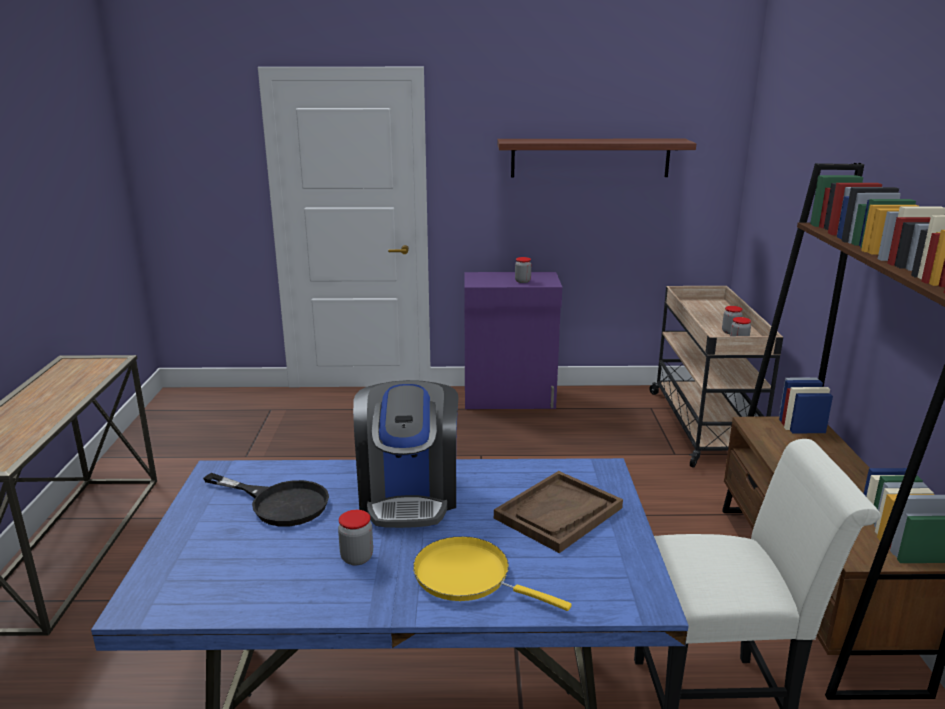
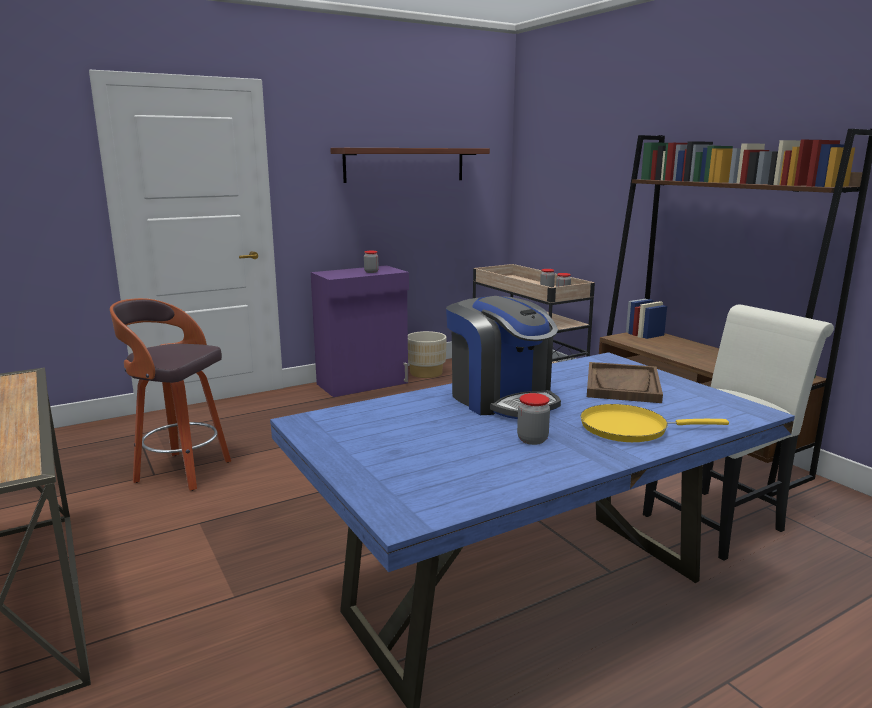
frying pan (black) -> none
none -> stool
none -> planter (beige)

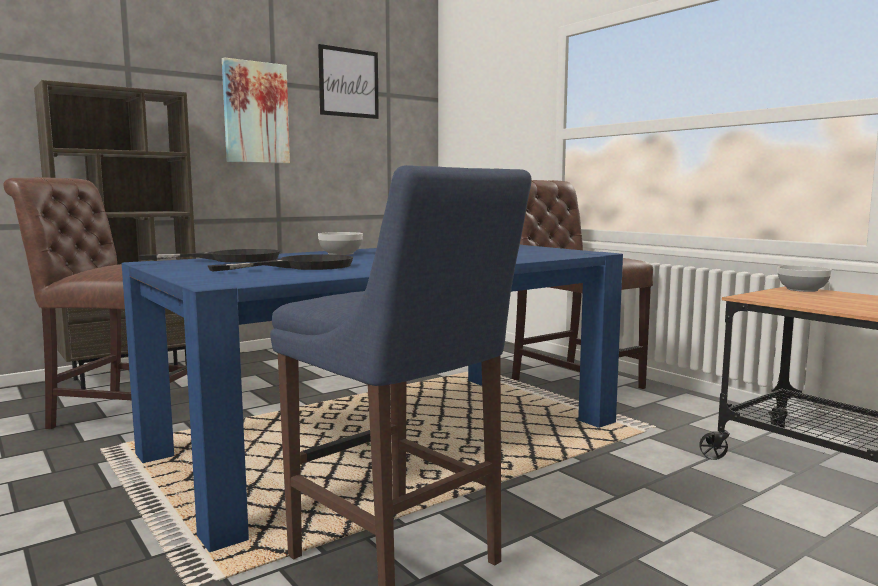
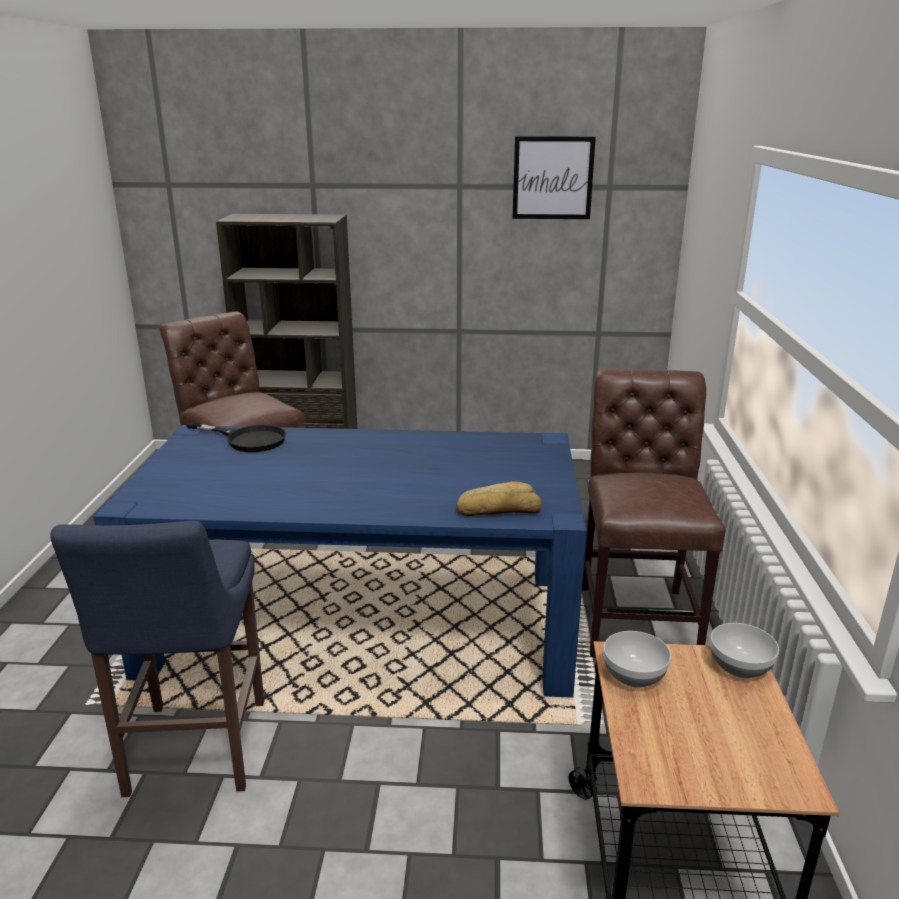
picture (1st from left) -> none
bowl (1st from left), moved
frying pan (black) (2nd from left) -> none
none -> bread

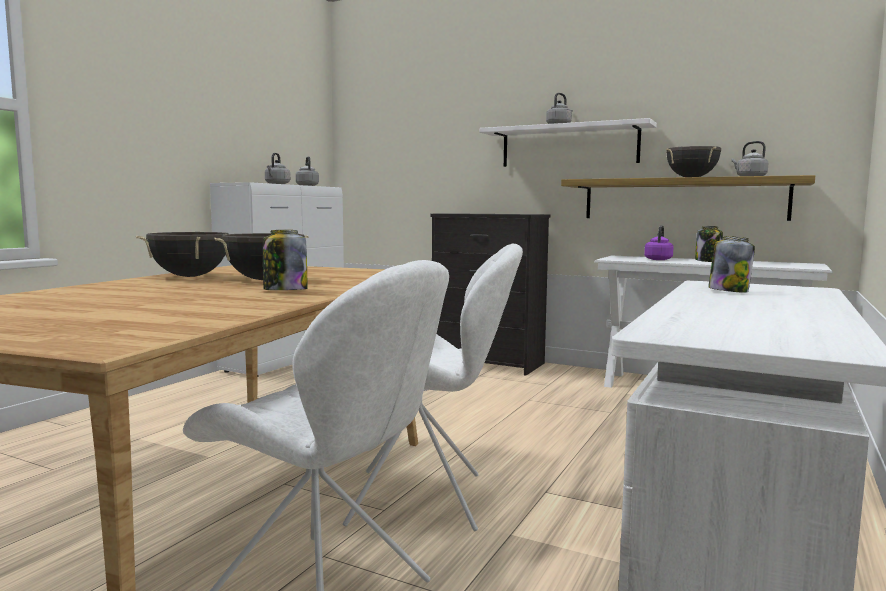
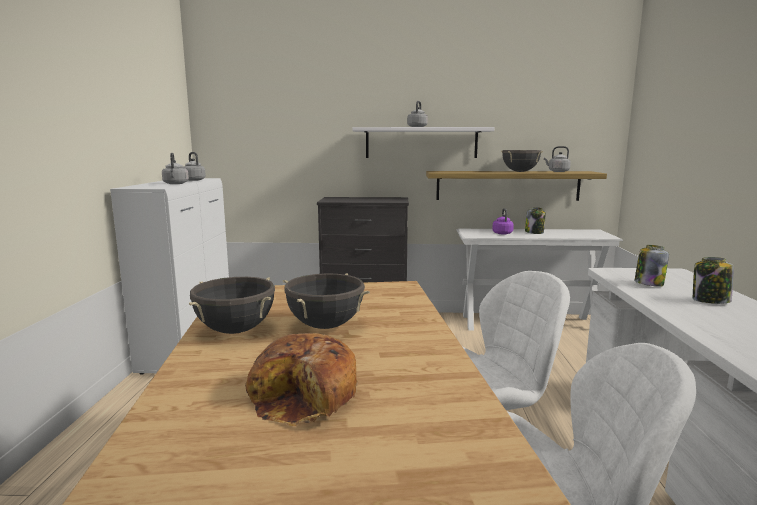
jar (1st from left in the first image) -> jar (3rd from left), moved
none -> bread

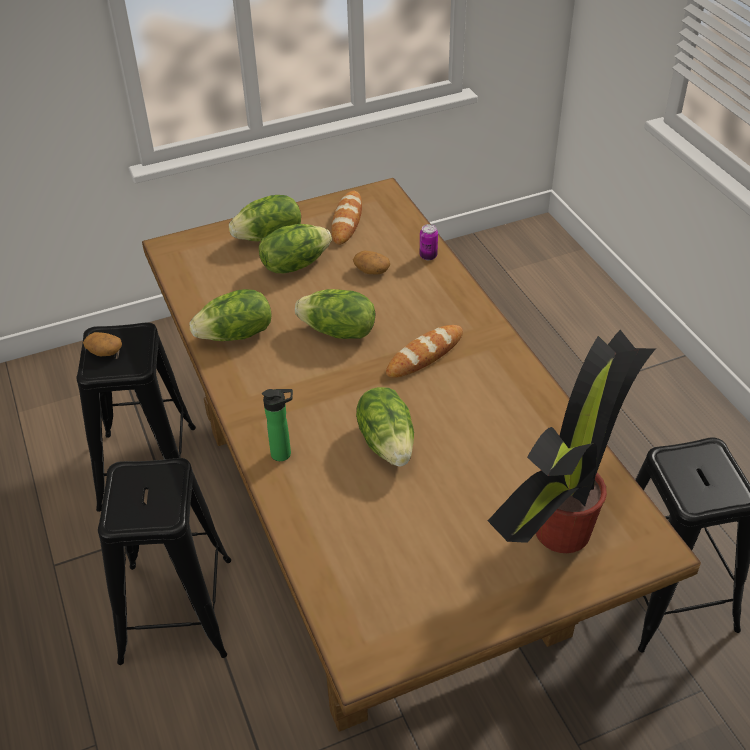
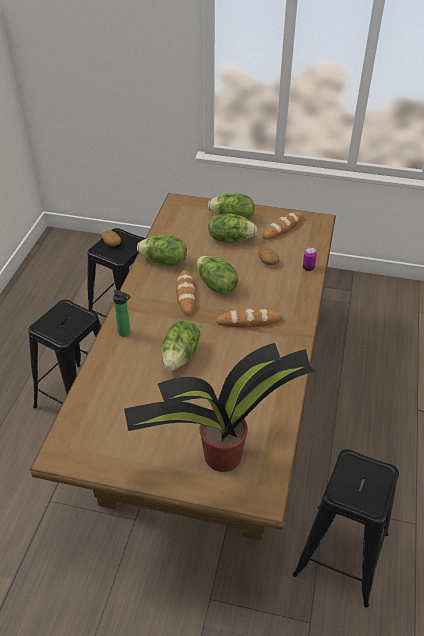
none -> bread (1st from left)

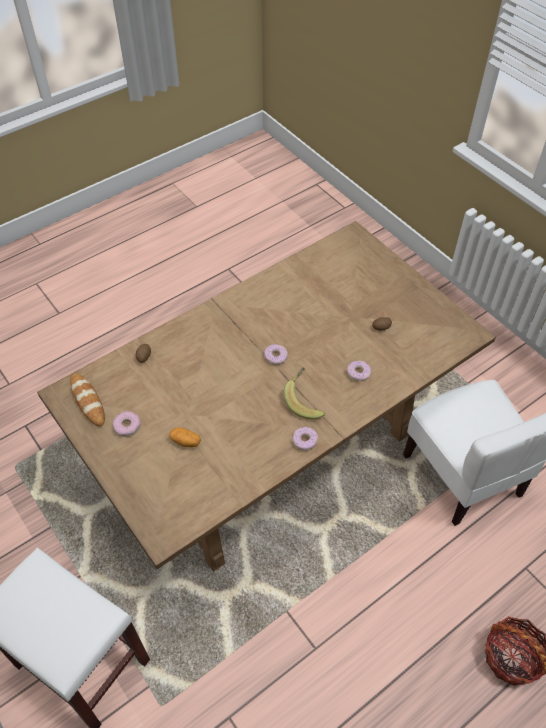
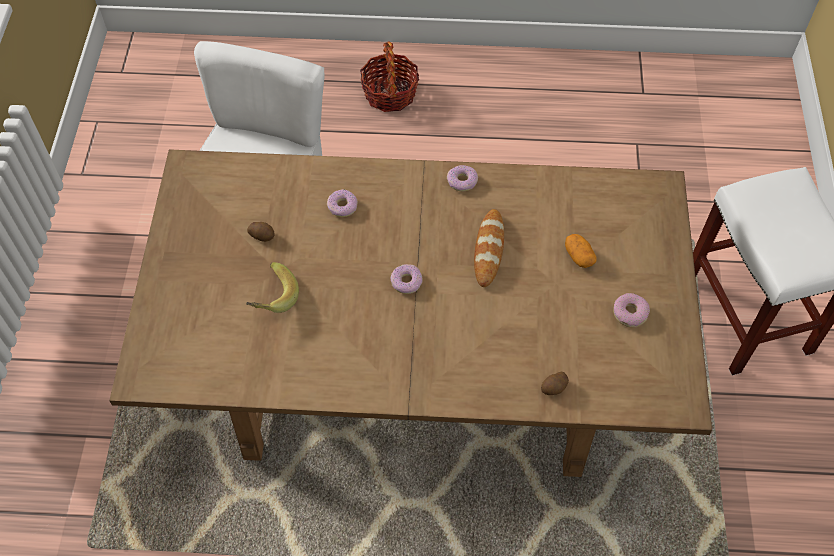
banana, moved
bread, moved

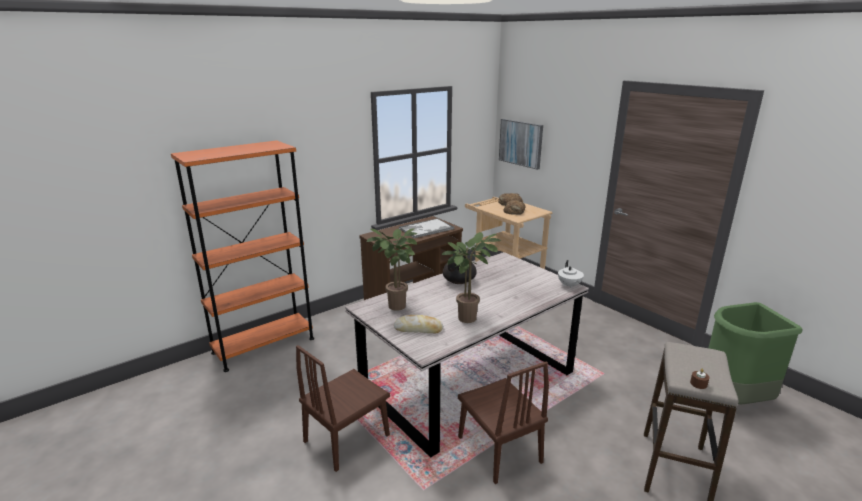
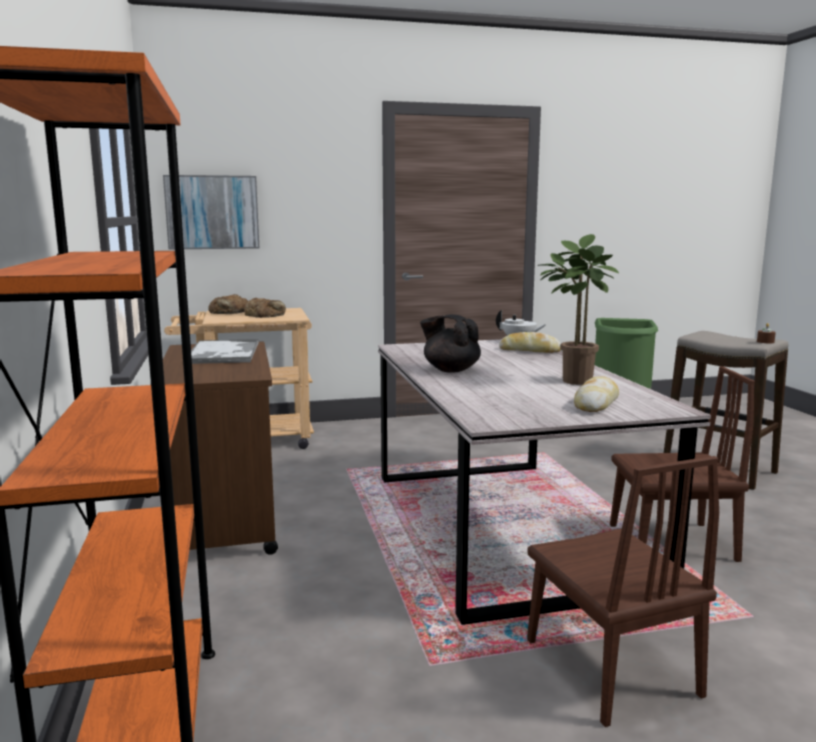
potted plant (1st from left) -> none
none -> bread (3rd from left)

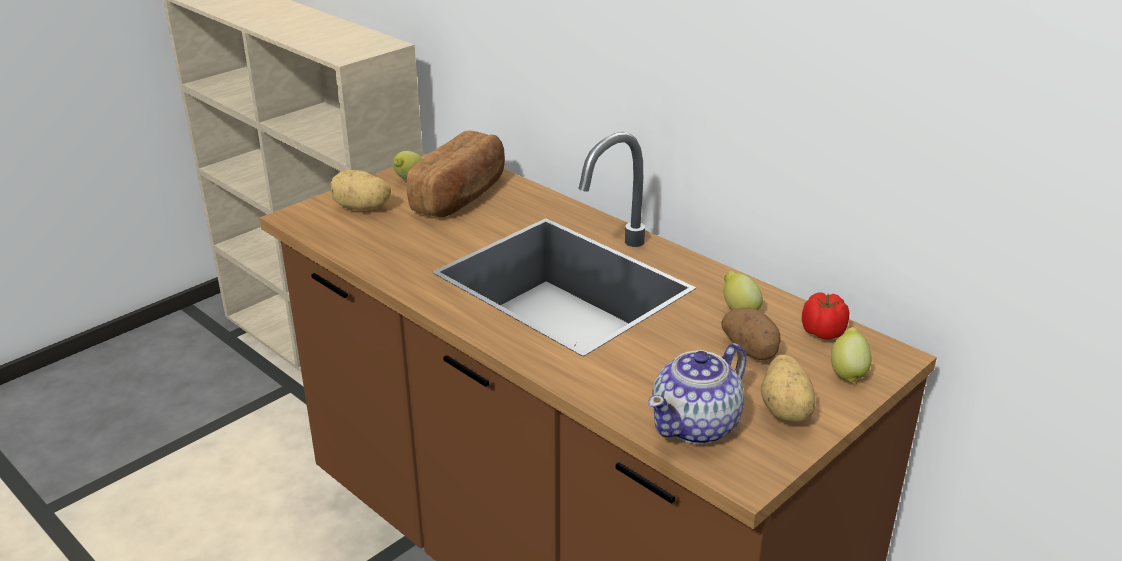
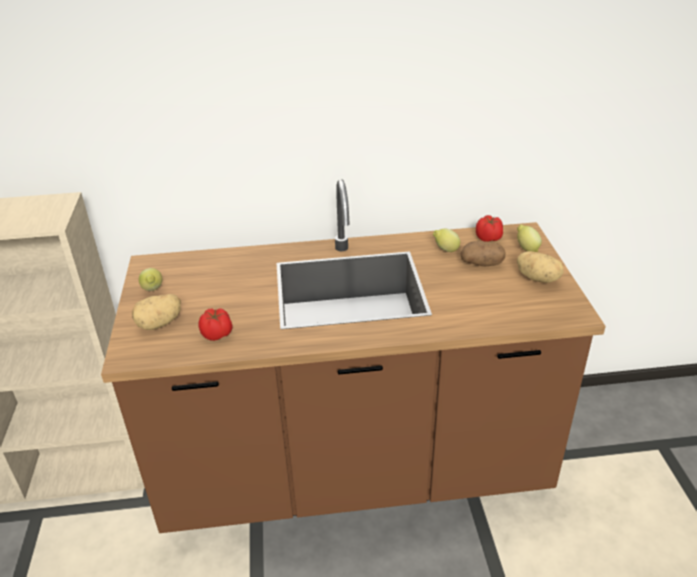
bread -> none
teapot -> none
none -> tomato (1st from left)

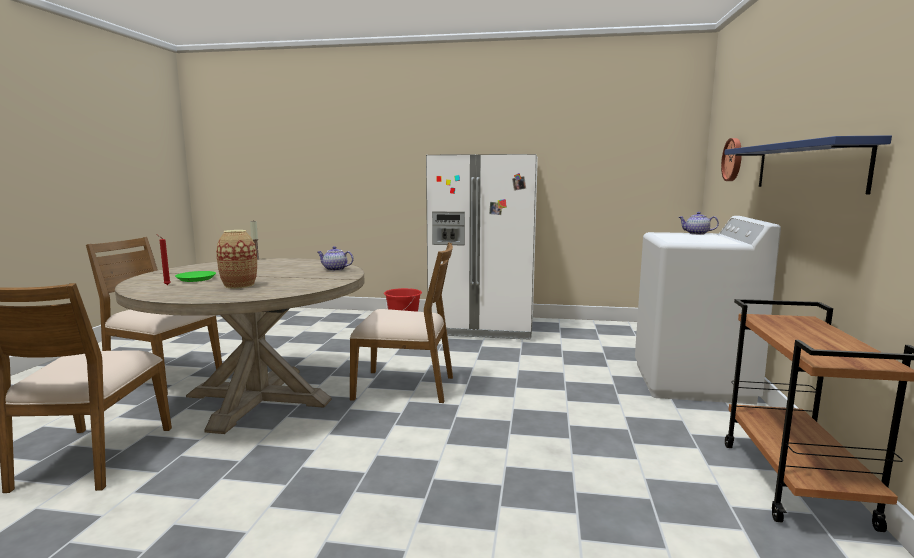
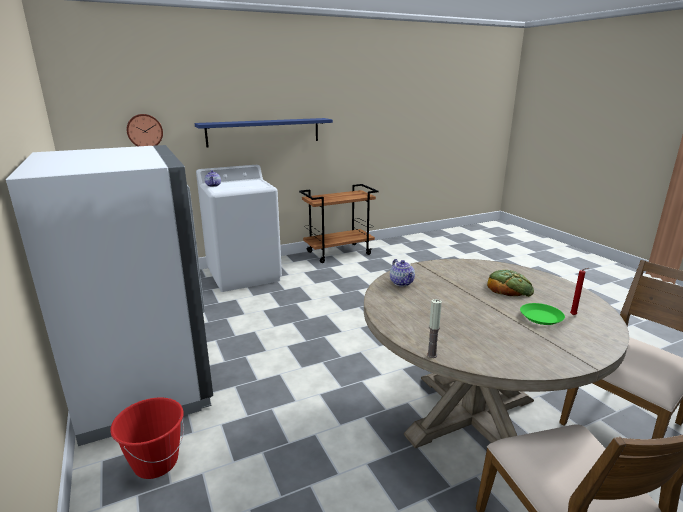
vase -> bread
chair (brown) (3rd from left) -> none

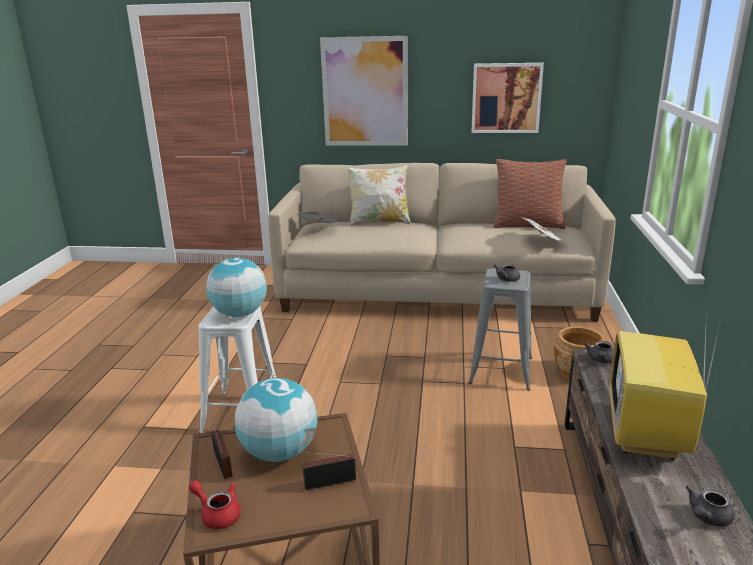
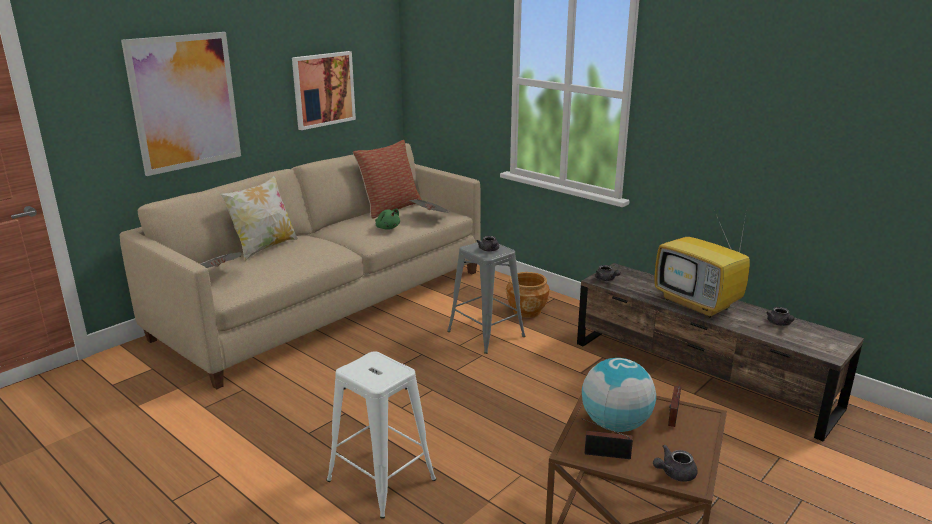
globe (1st from left) -> none
teapot (red) -> teapot (grey) (3rd from left)
none -> plush toy (green)

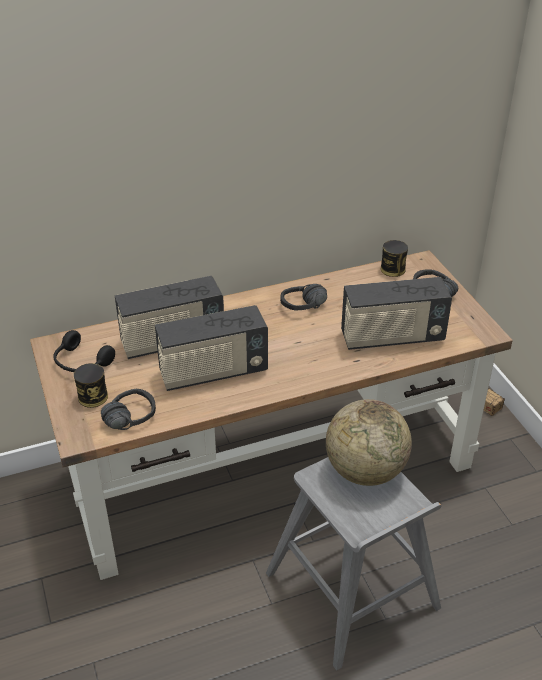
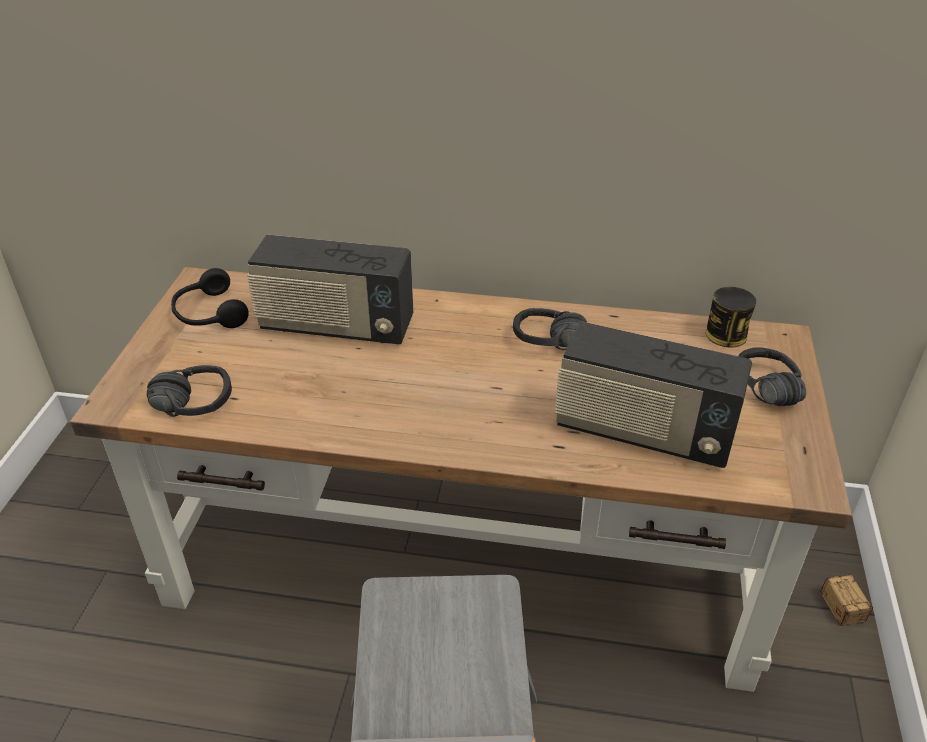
radio (2nd from left) -> none
can (1st from left) -> none
globe -> none

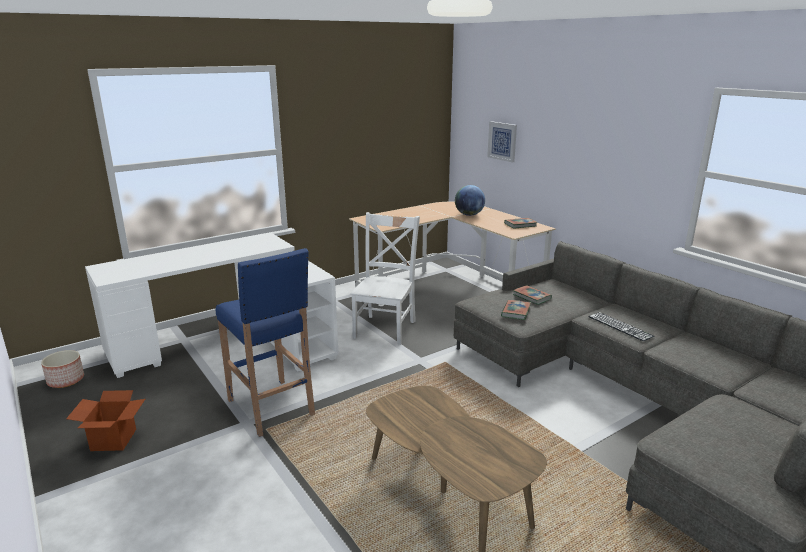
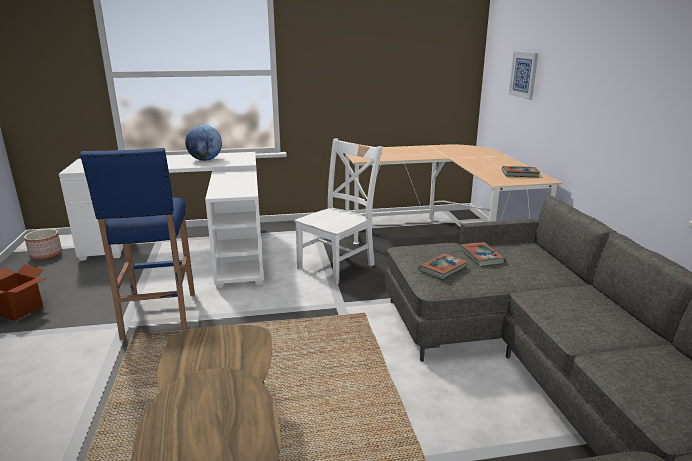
globe, moved
keyboard -> none

